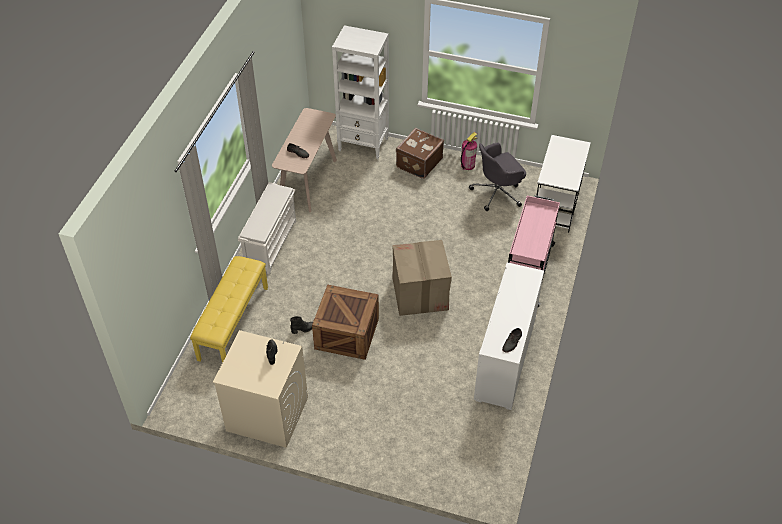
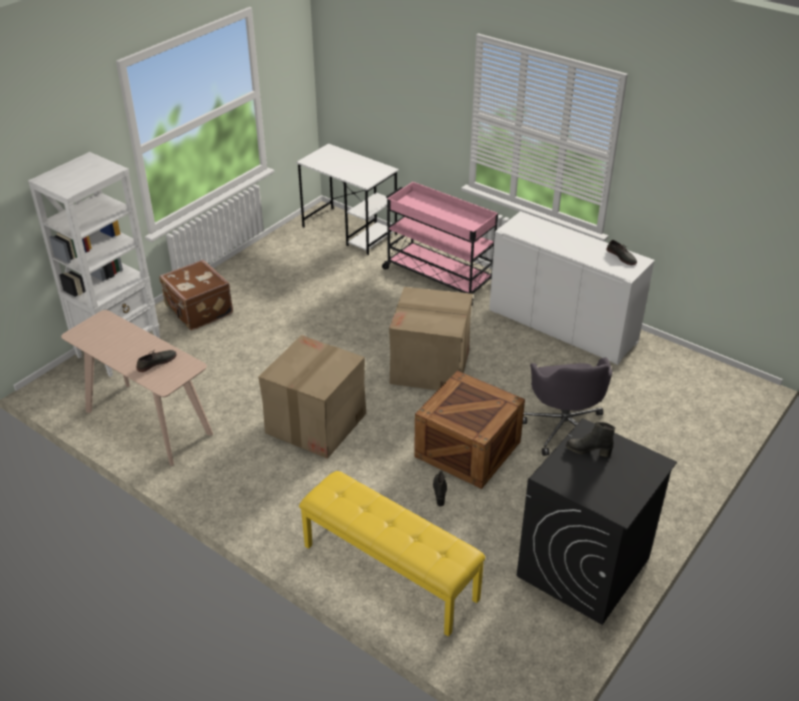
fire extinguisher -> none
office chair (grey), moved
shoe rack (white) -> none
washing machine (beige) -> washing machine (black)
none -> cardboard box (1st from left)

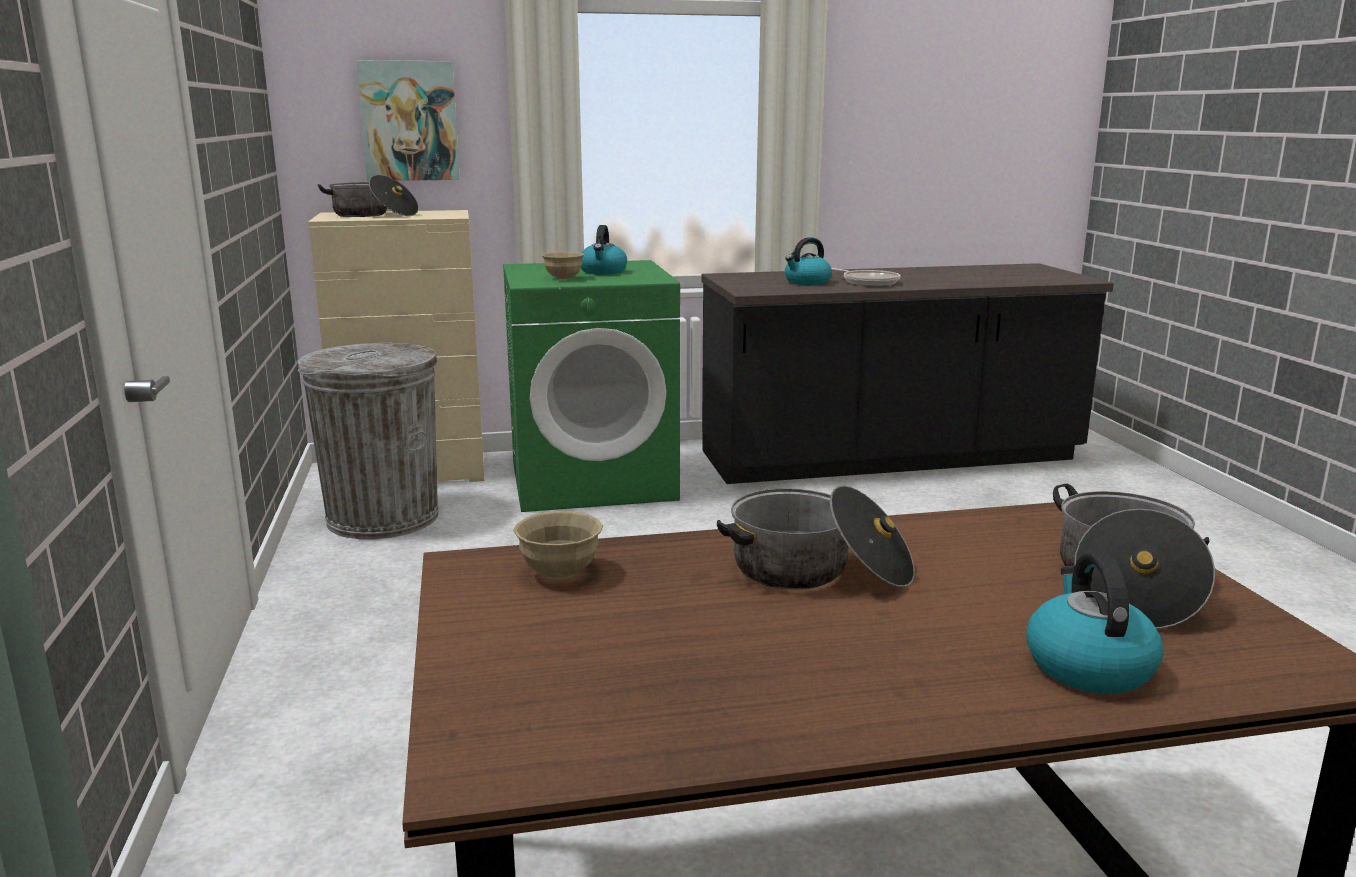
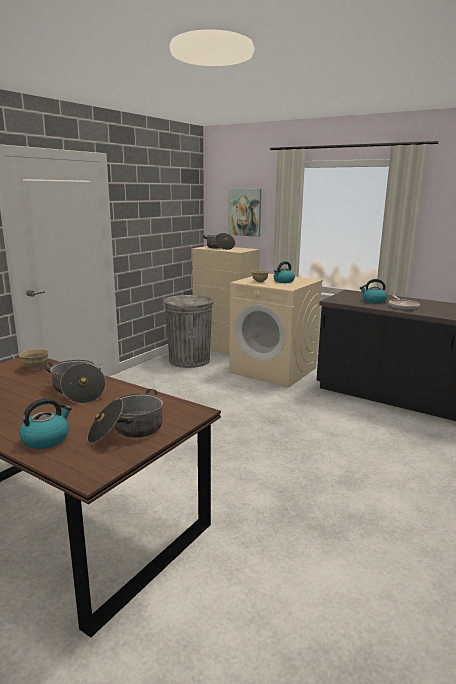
washing machine (green) -> washing machine (beige)

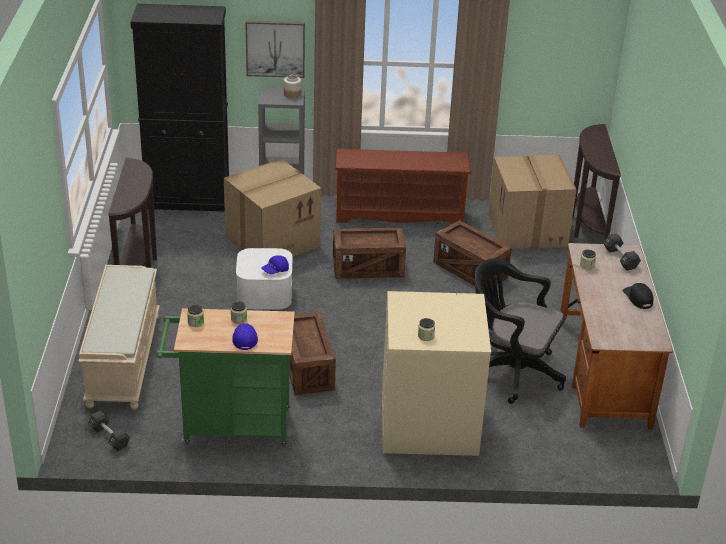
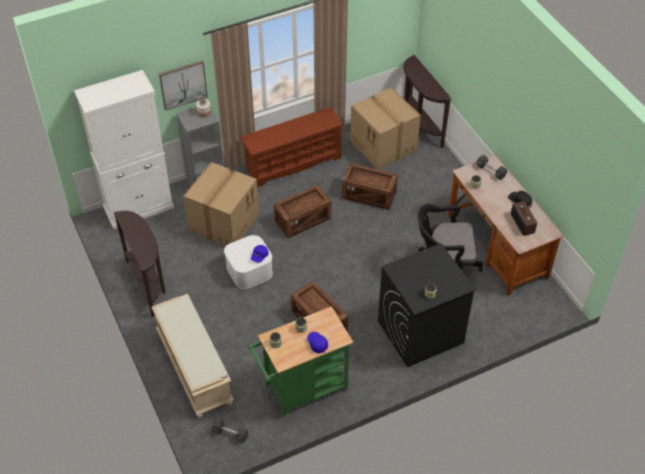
cabinet (black) -> cabinet (white)
washing machine (beige) -> washing machine (black)
none -> radio

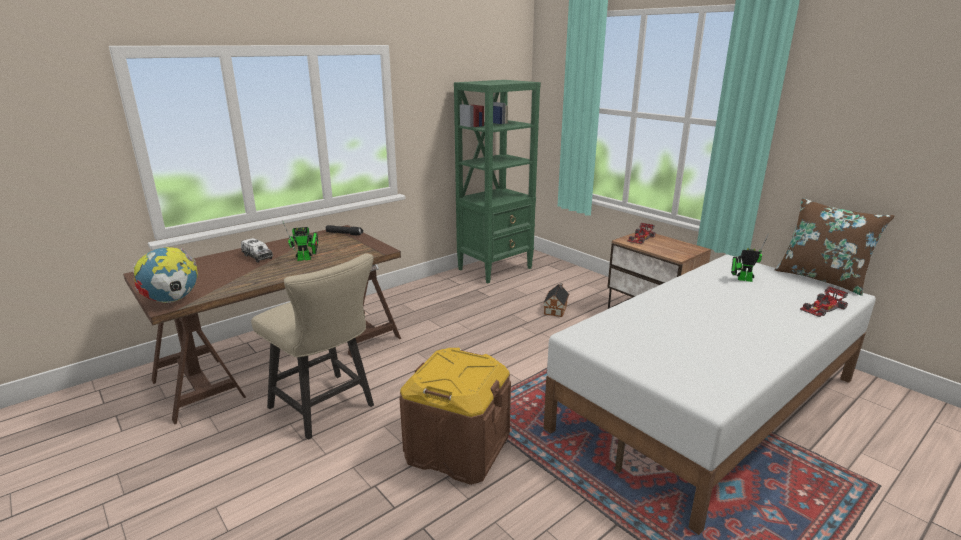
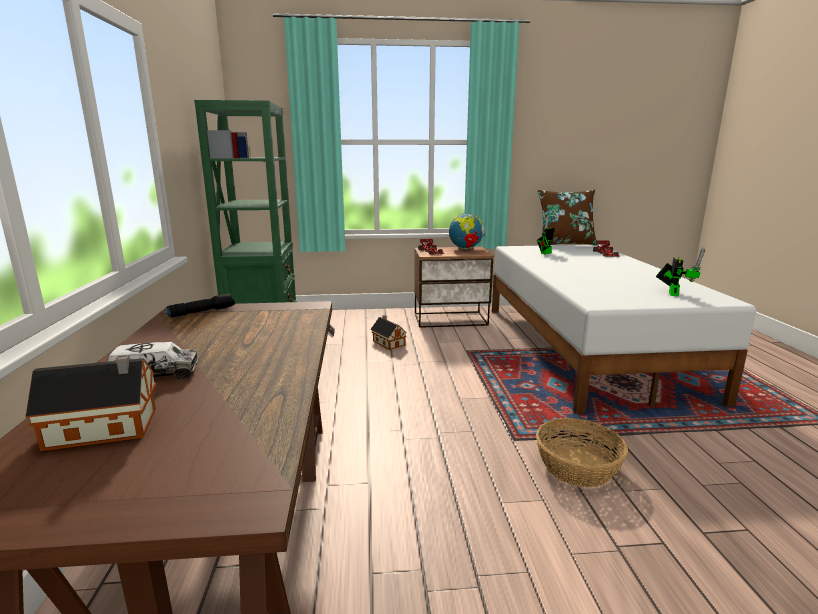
toy robot (1st from left in the first image) -> toy robot (2nd from left), moved
globe, moved
chair (beige) -> none
storage box (brown) -> basket
none -> toy house (1st from left)

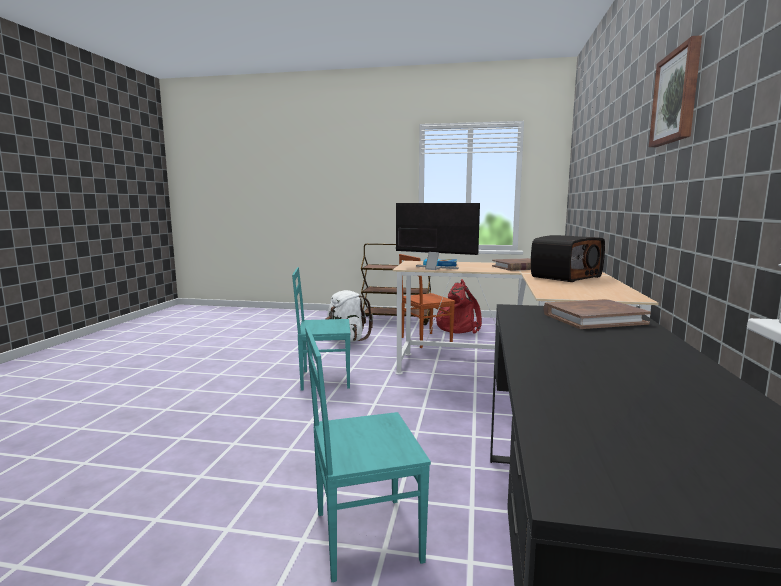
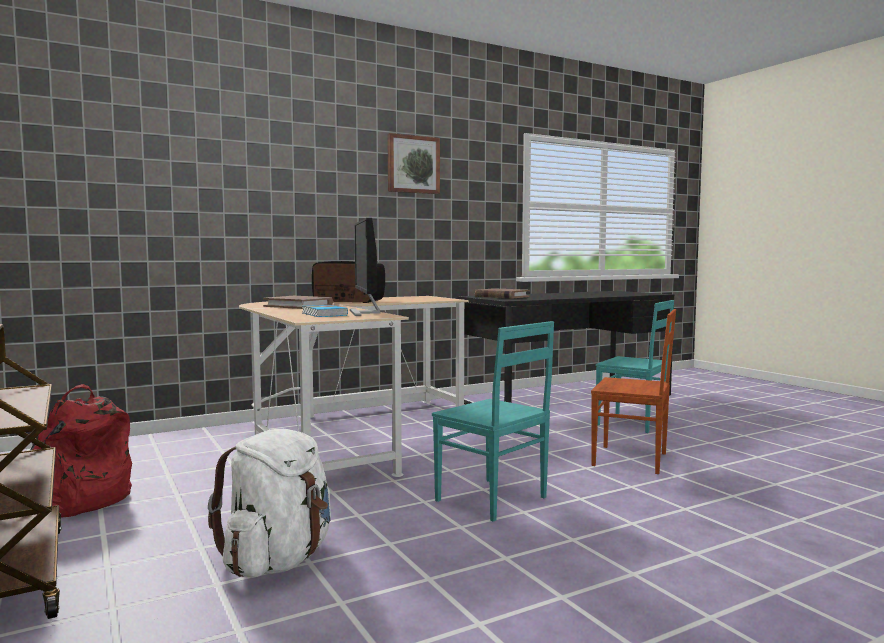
chair (brown), moved

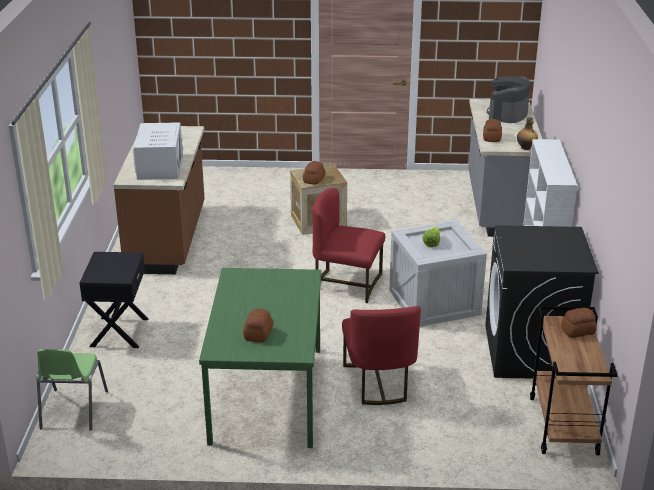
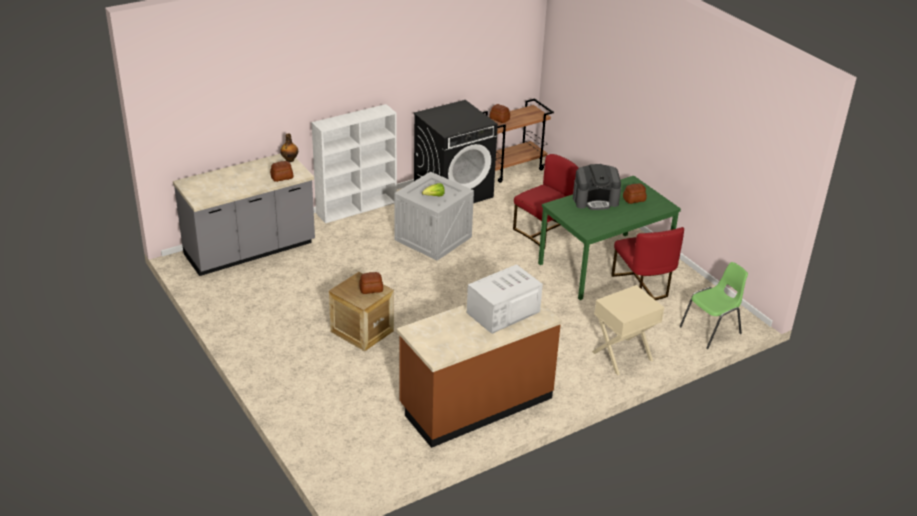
coffee machine, moved
chair (red) (1st from left in the first image) -> chair (red) (2nd from left), moved
nightstand (black) -> nightstand (beige)

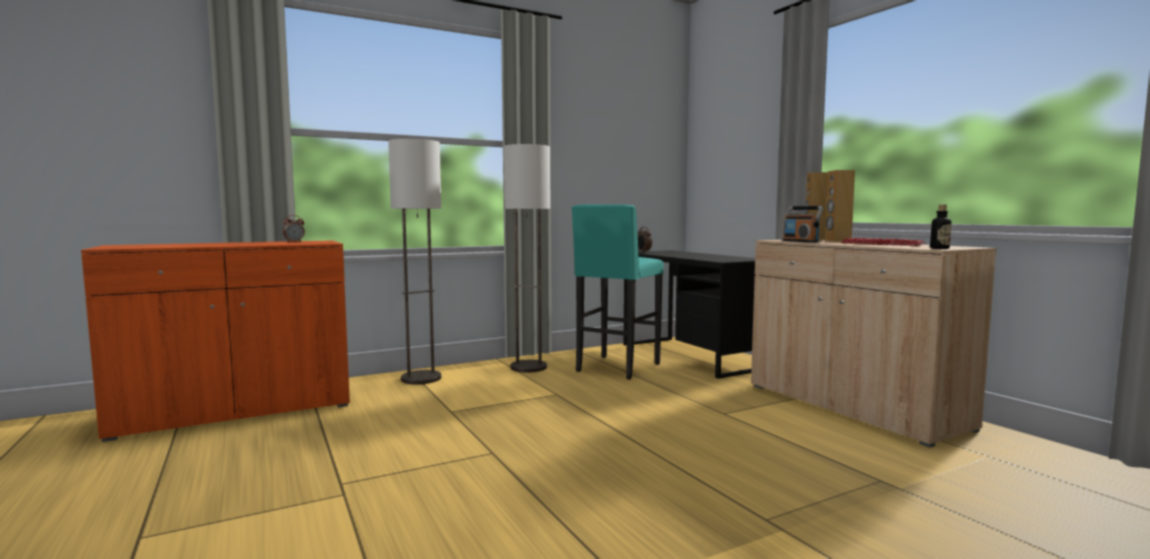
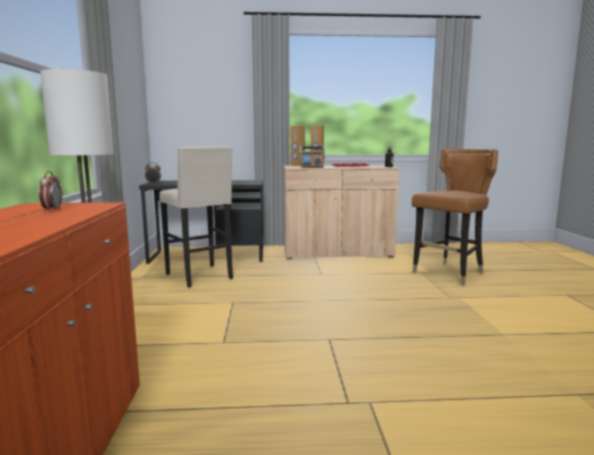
floor lamp (2nd from left) -> none
stool (turquoise) -> stool (beige)
none -> chair (brown)

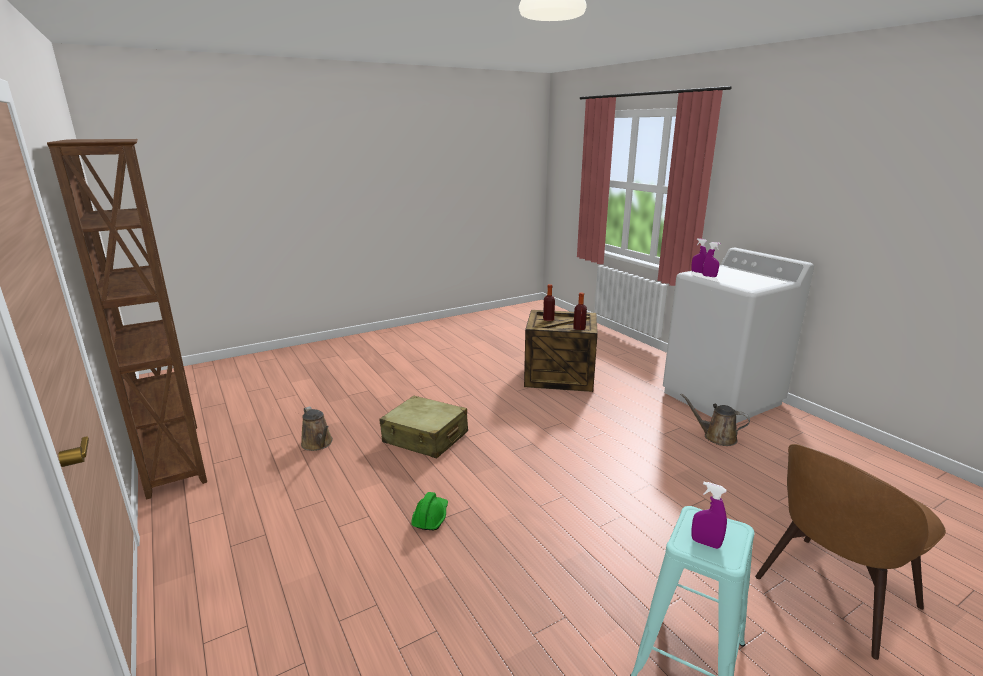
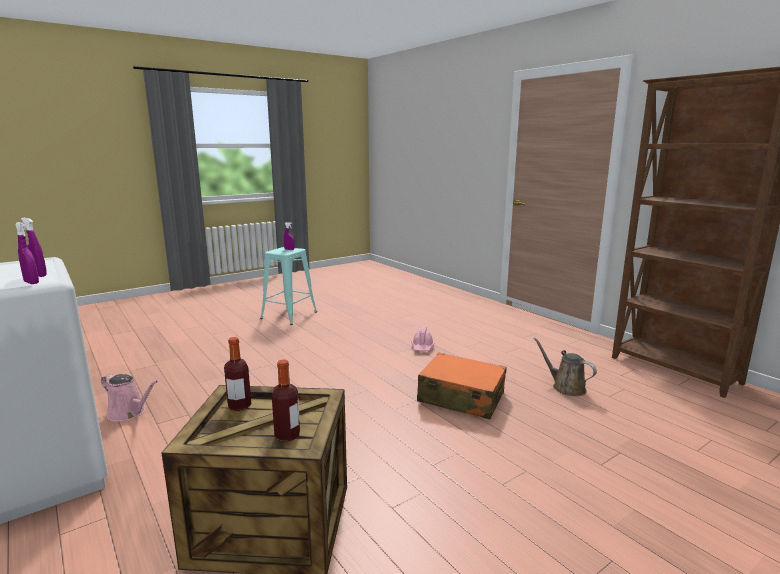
watering can (brown) (2nd from left) -> watering can (pink)
suitcase (beige) -> suitcase (orange)
chair (brown) -> none
hard hat (green) -> hard hat (pink)

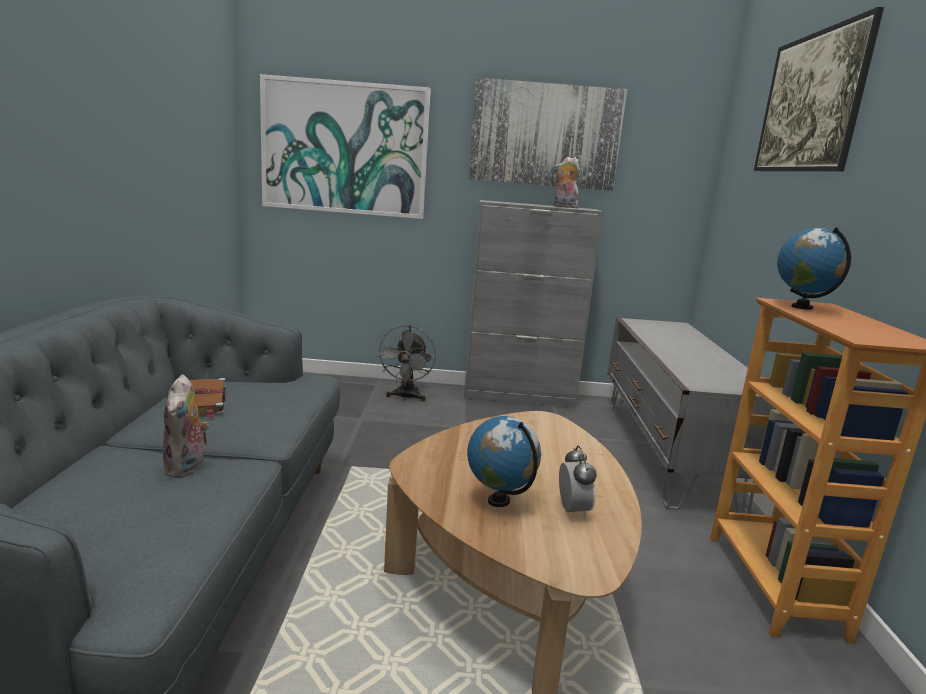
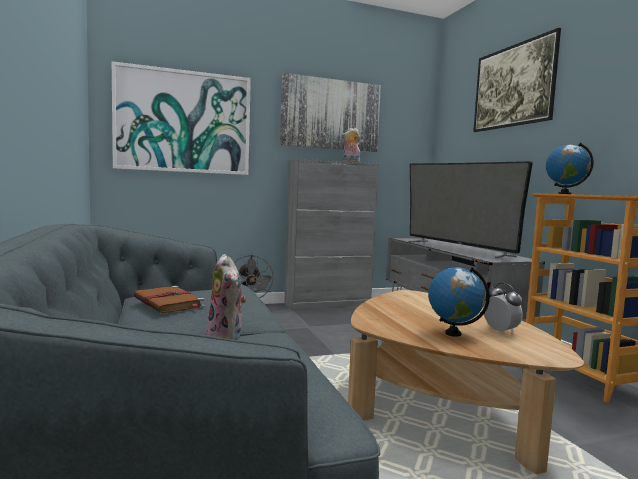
none -> television

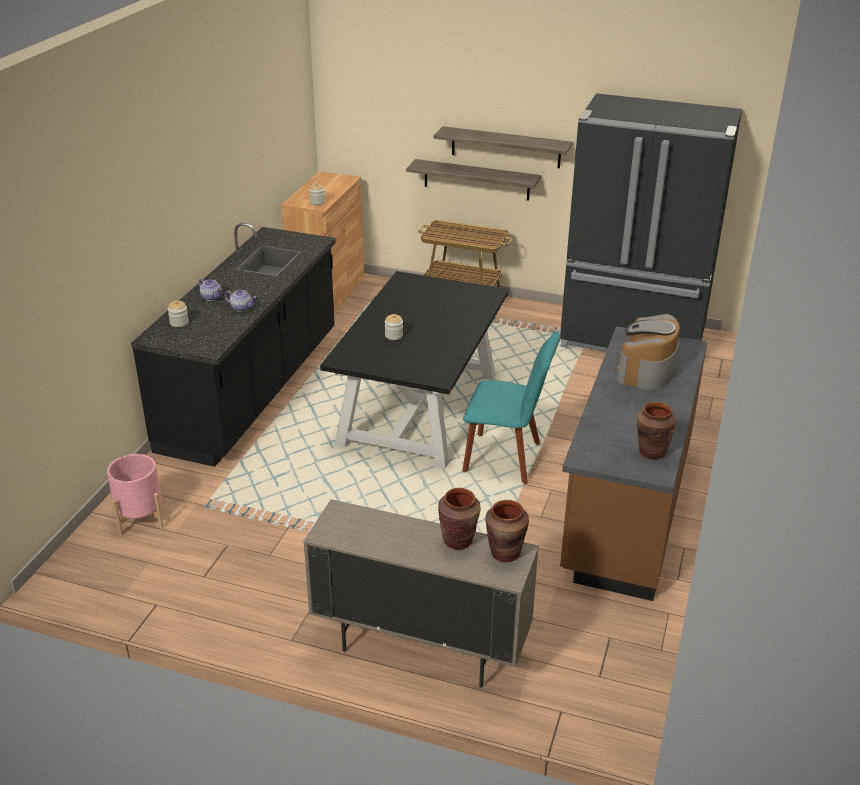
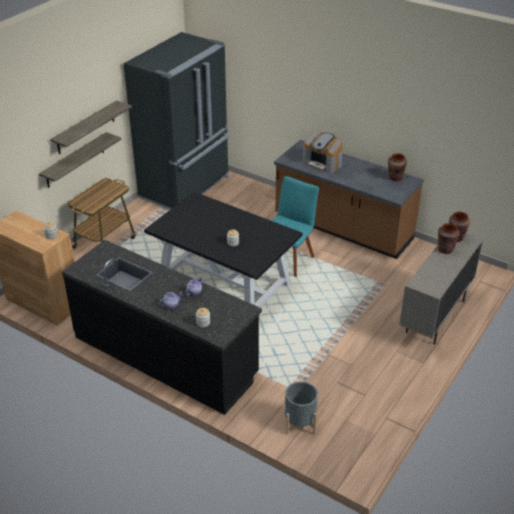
planter (pink) -> planter (grey)

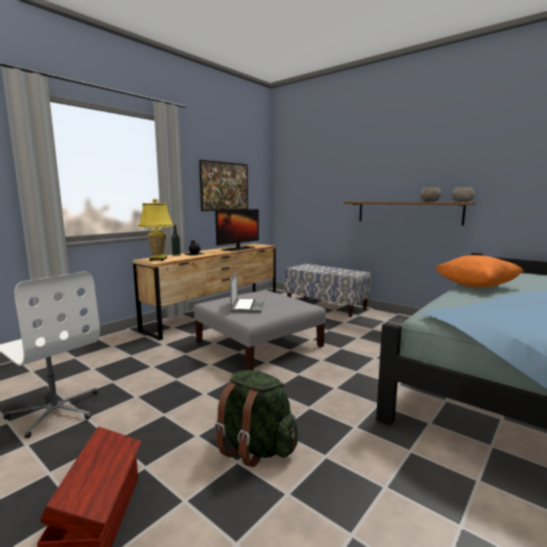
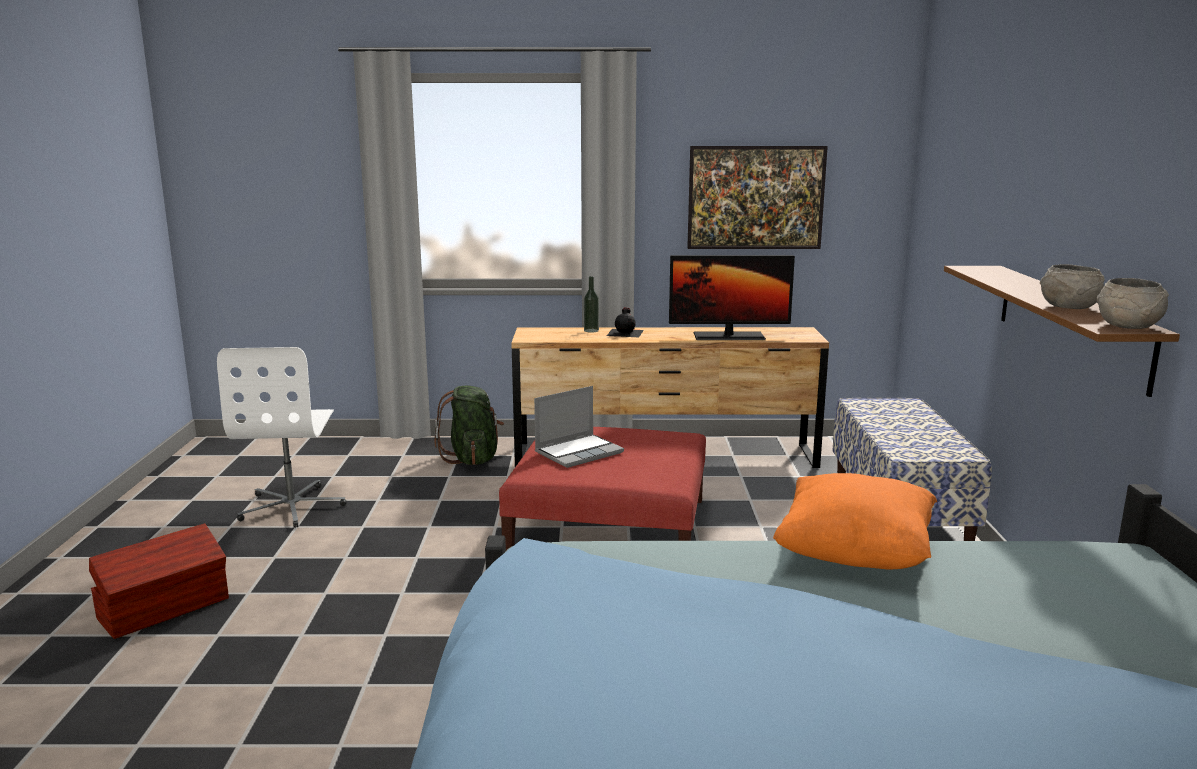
table lamp (yellow) -> none
ottoman (grey) -> ottoman (red)
backpack (green), moved

